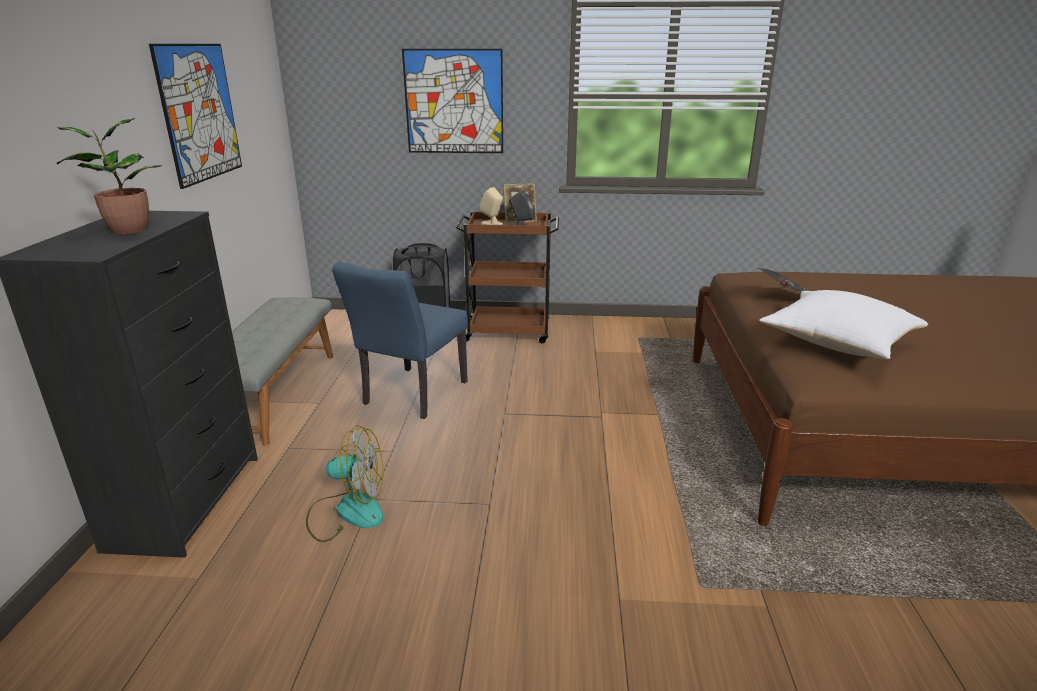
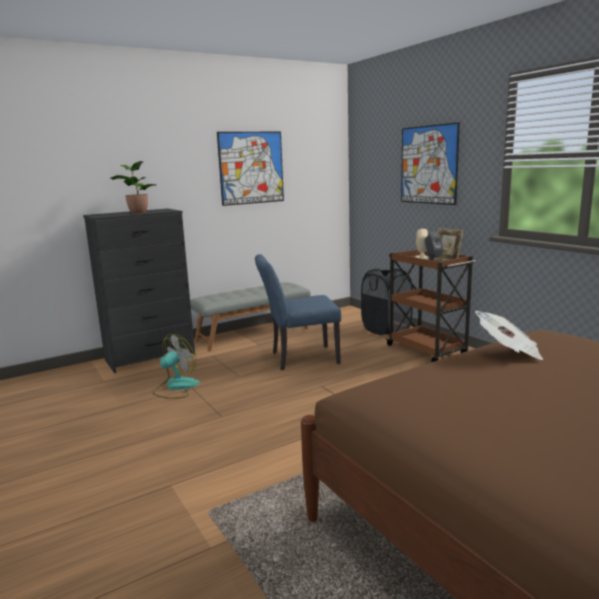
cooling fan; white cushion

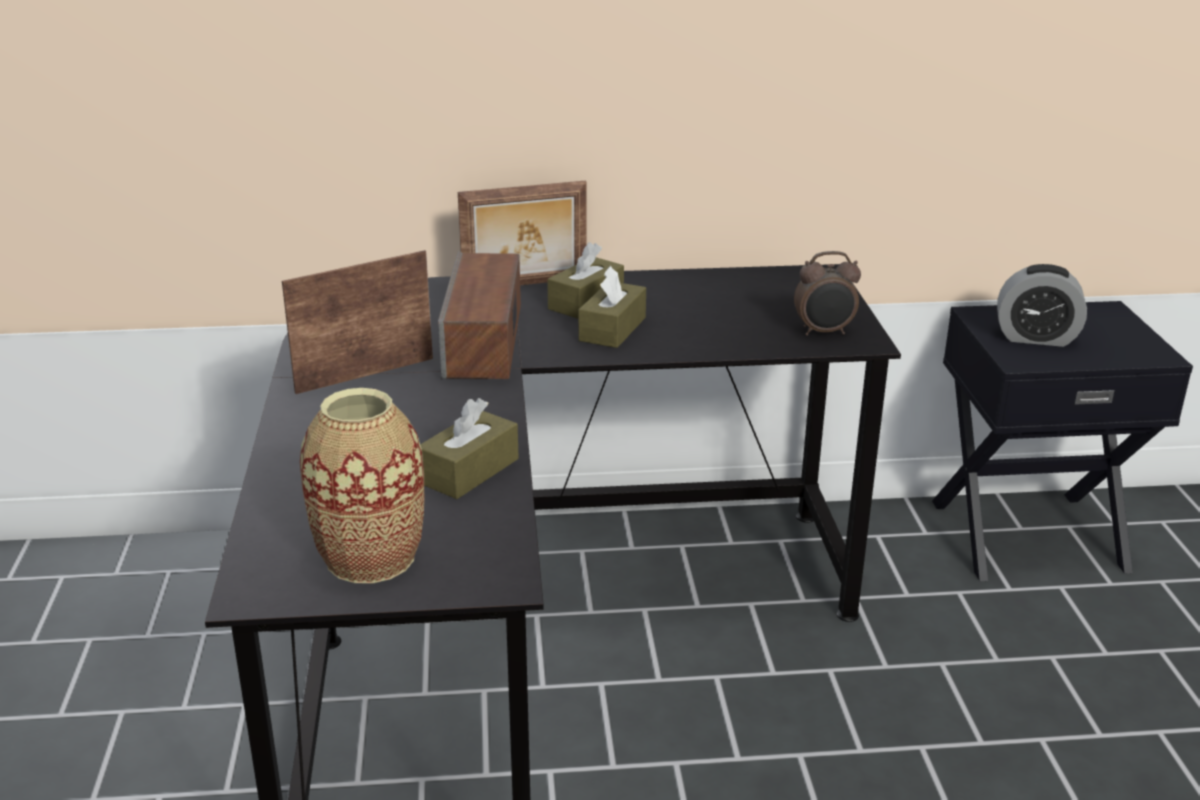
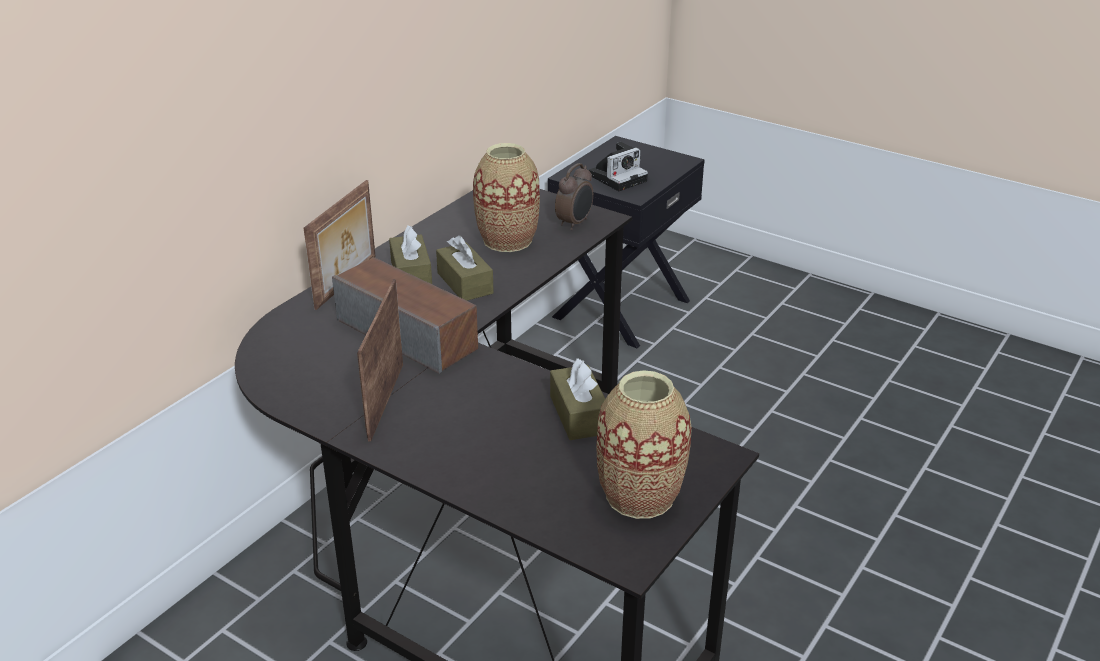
photo camera; flower vase (1st from left)

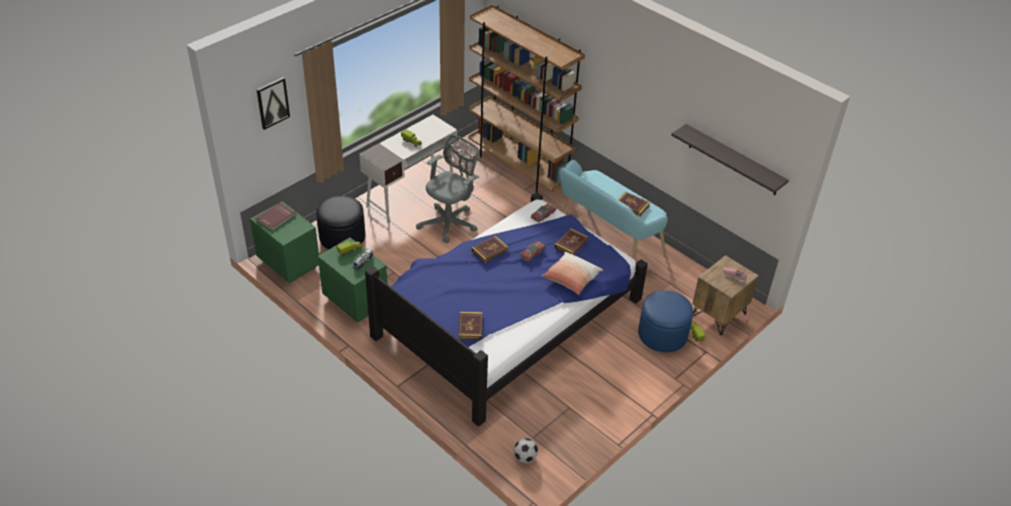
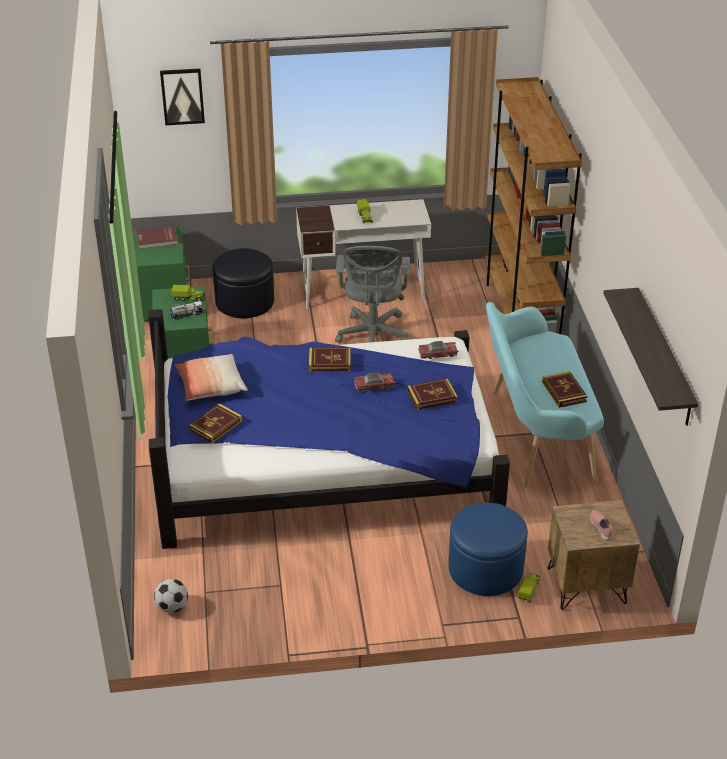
grey computer chair; cushion

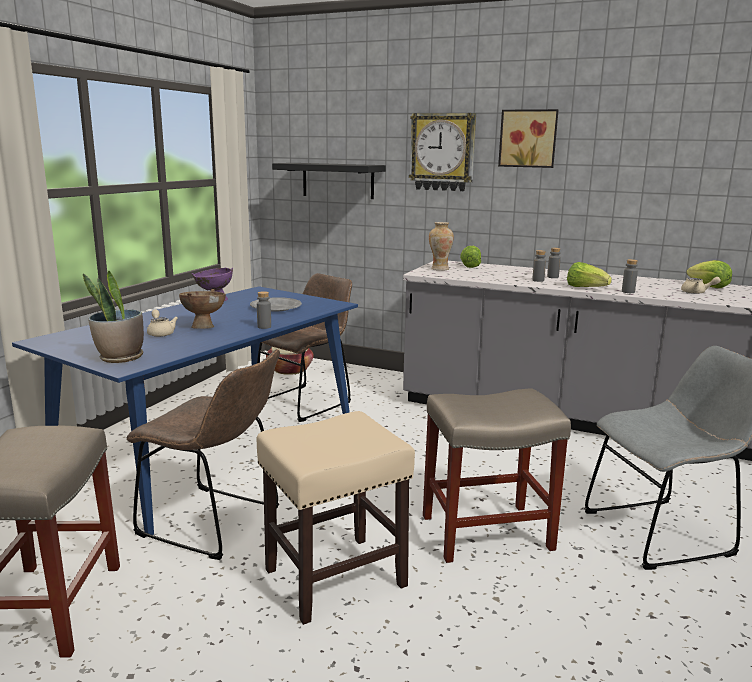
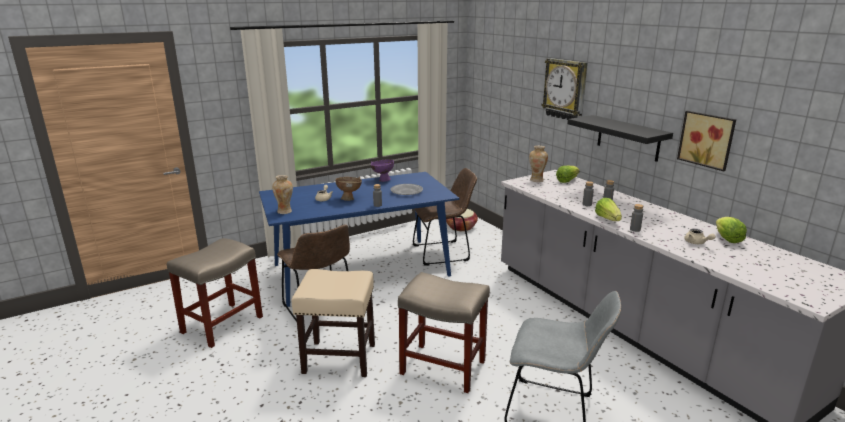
flower vase (1st from left); black bracket shelf; wall picture

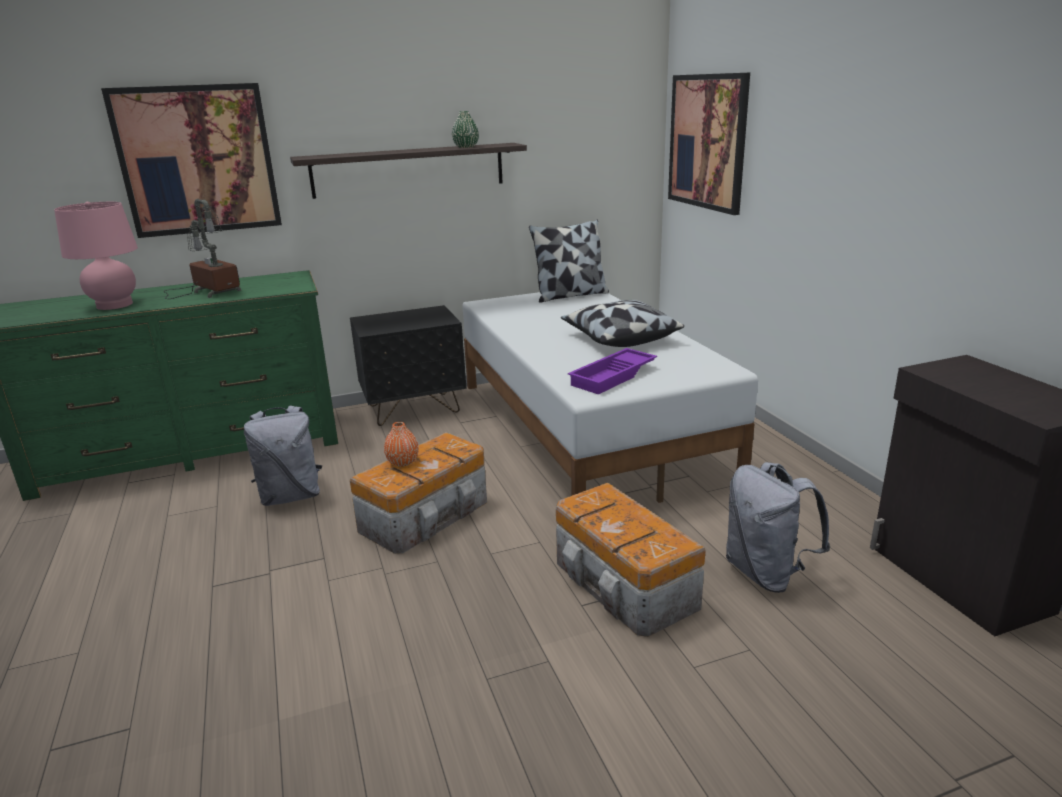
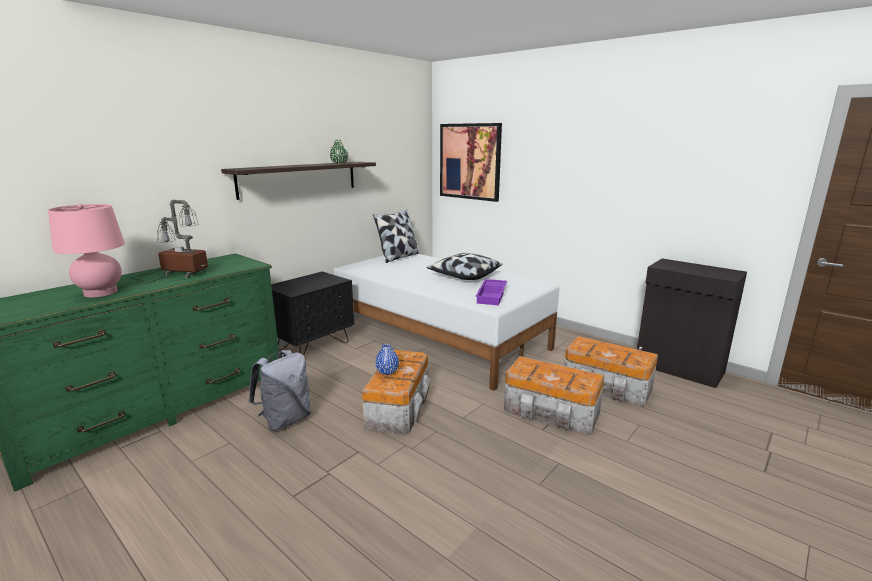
wall picture (1st from left in the first image); blue-coloured flower vase; storage container (3rd from left)

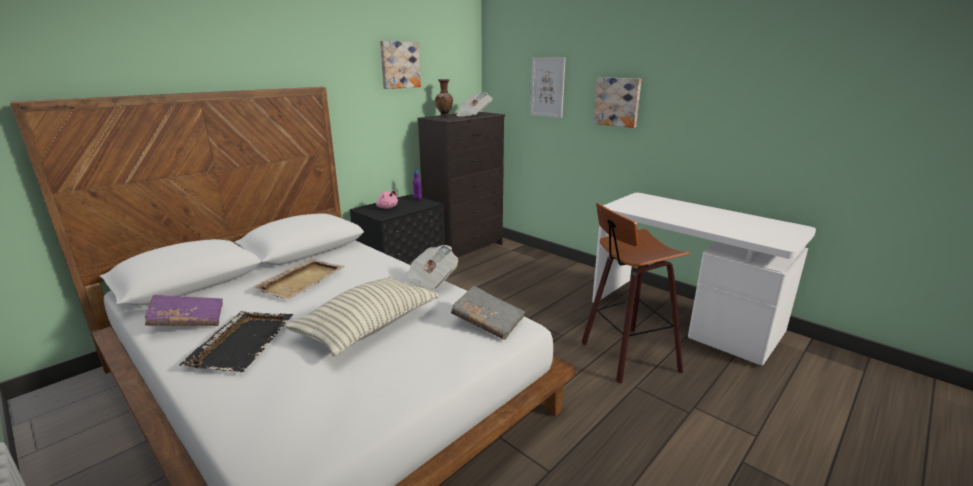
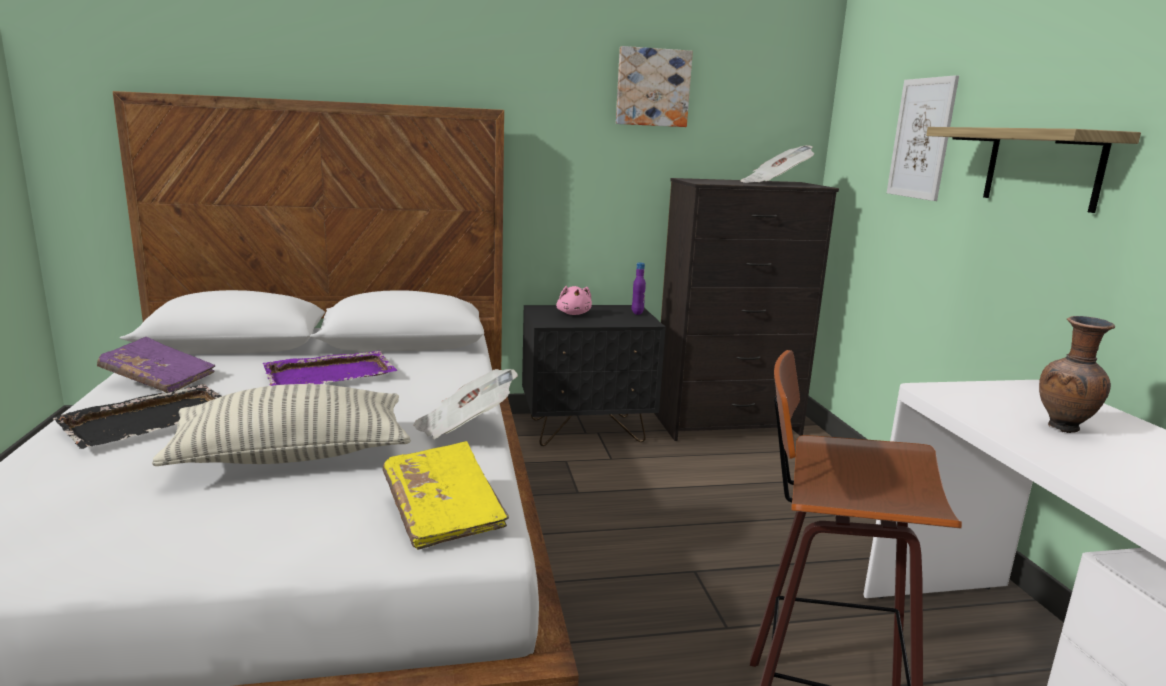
purplish tray; brownish flower vase; yellow volume; bracket shelf

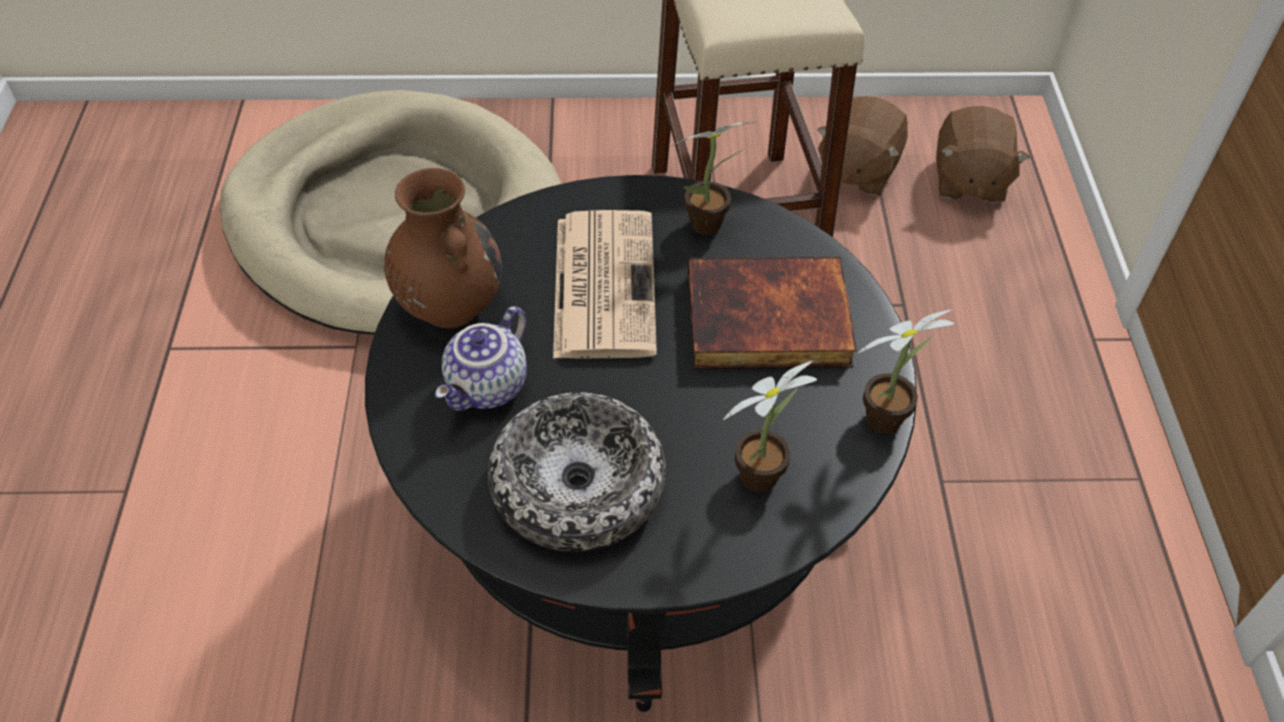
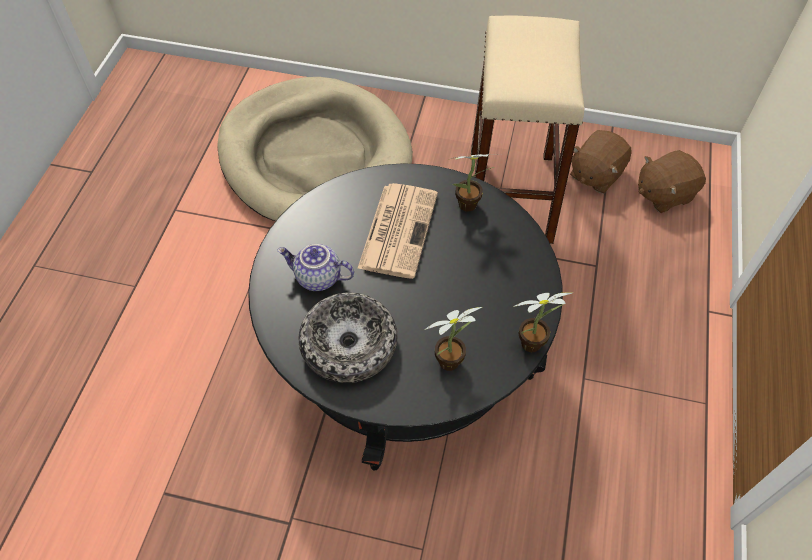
brownish flower vase; teapot; volume; brownish plush toy (2nd from left)

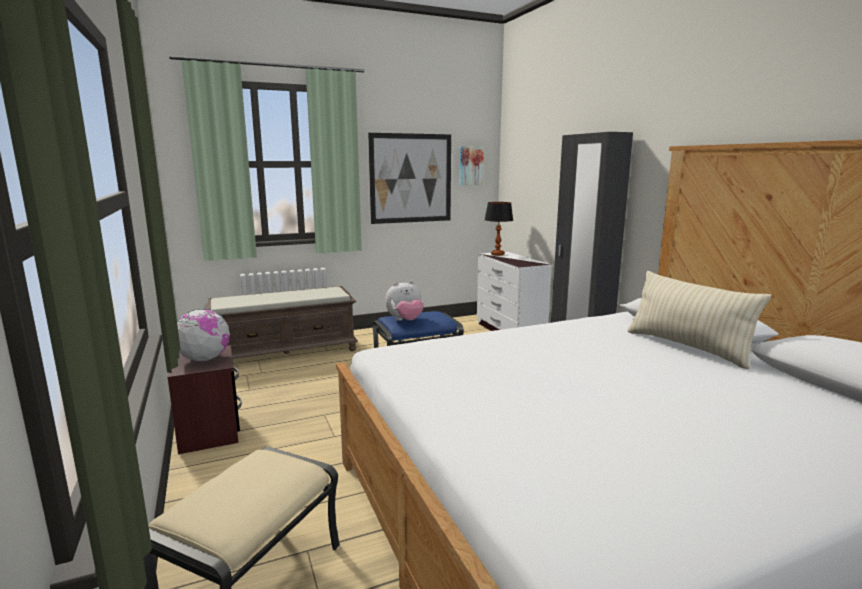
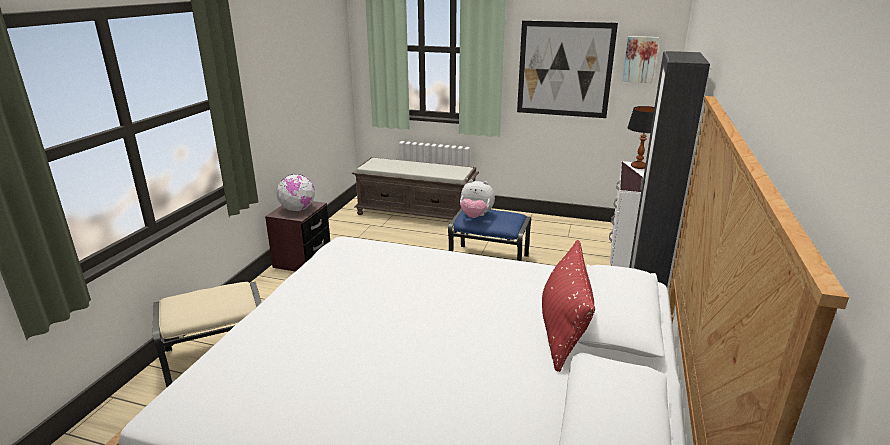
reddish cushion

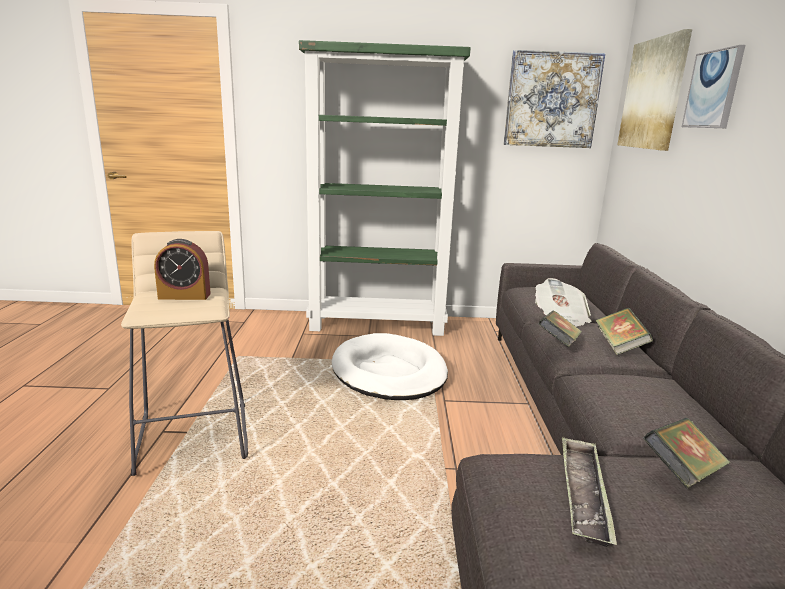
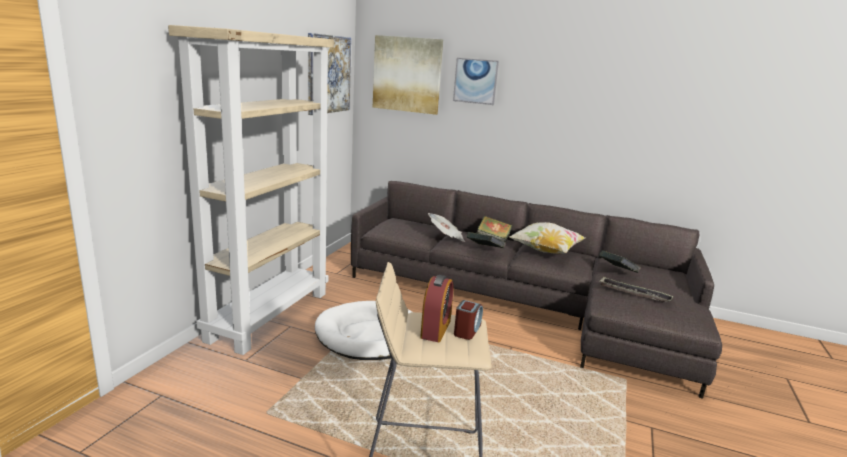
sand-coloured bookshelf; alarm clock (2nd from left); cushion

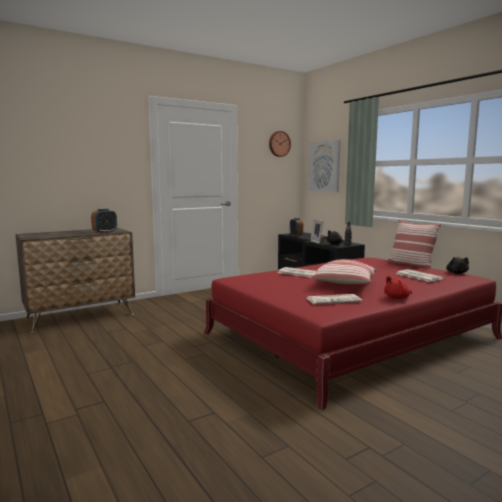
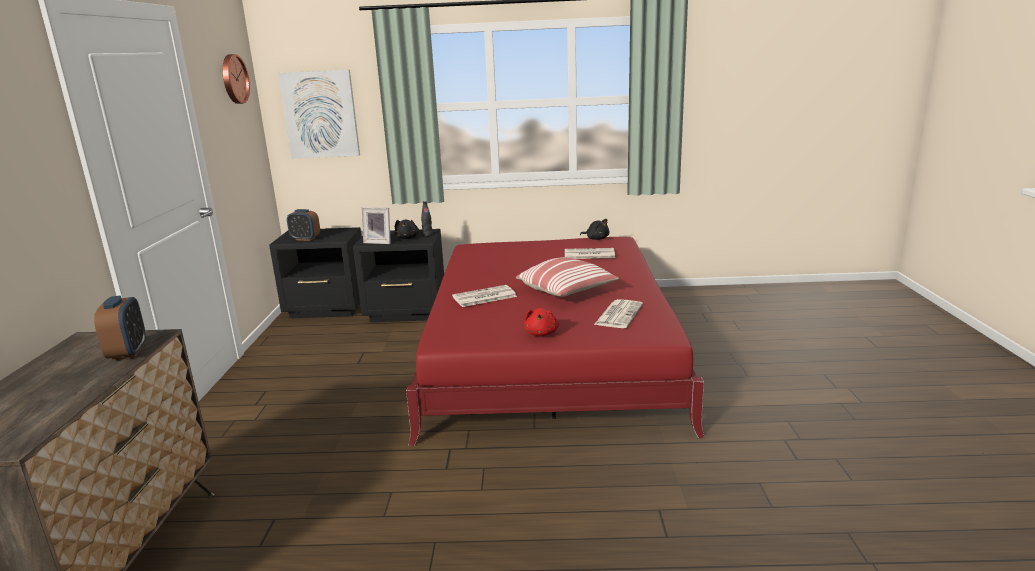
reddish plush toy; cushion (2nd from left in the first image)

